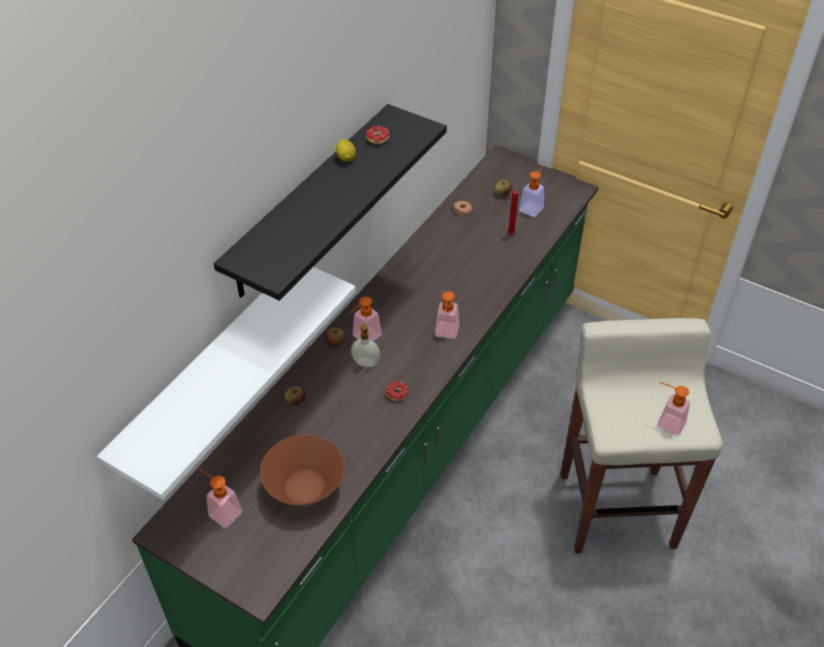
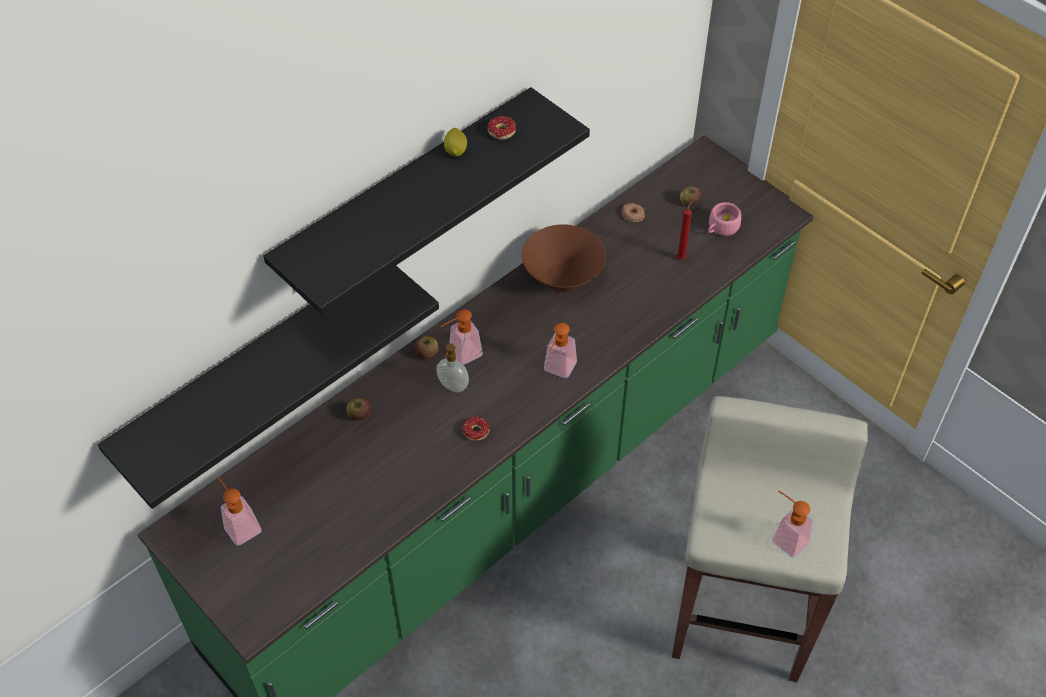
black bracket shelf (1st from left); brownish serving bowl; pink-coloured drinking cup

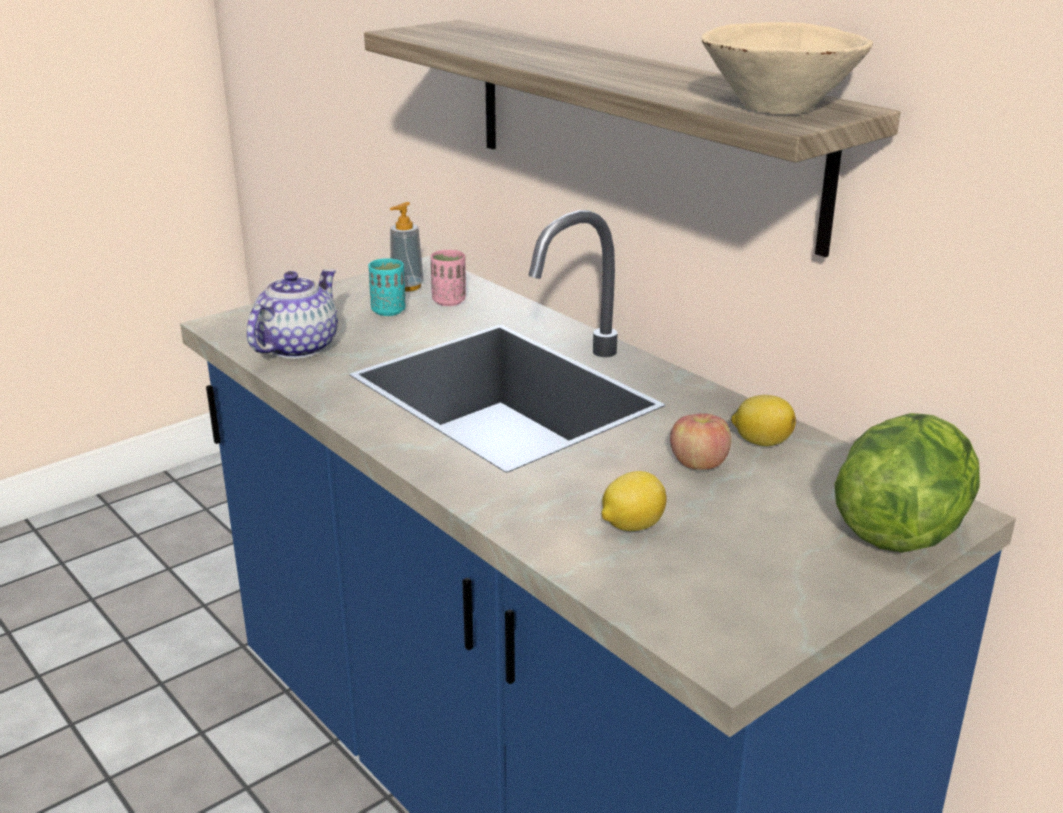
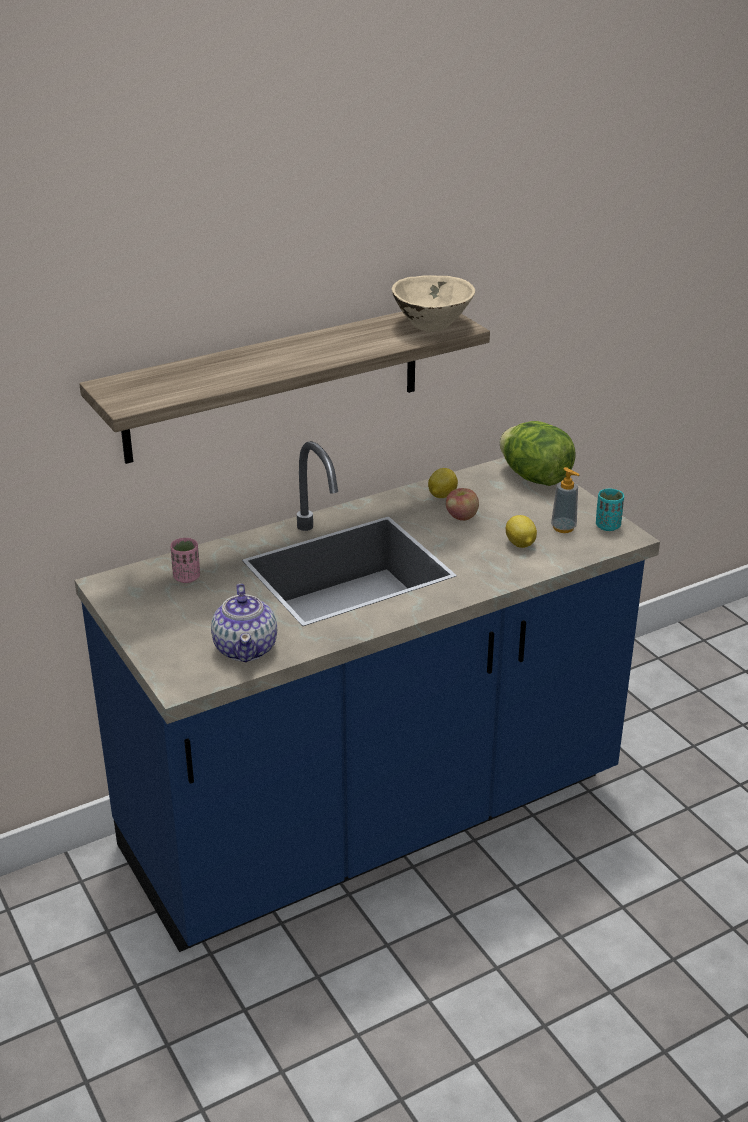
teapot; turquoise-coloured drinking cup; soap bottle

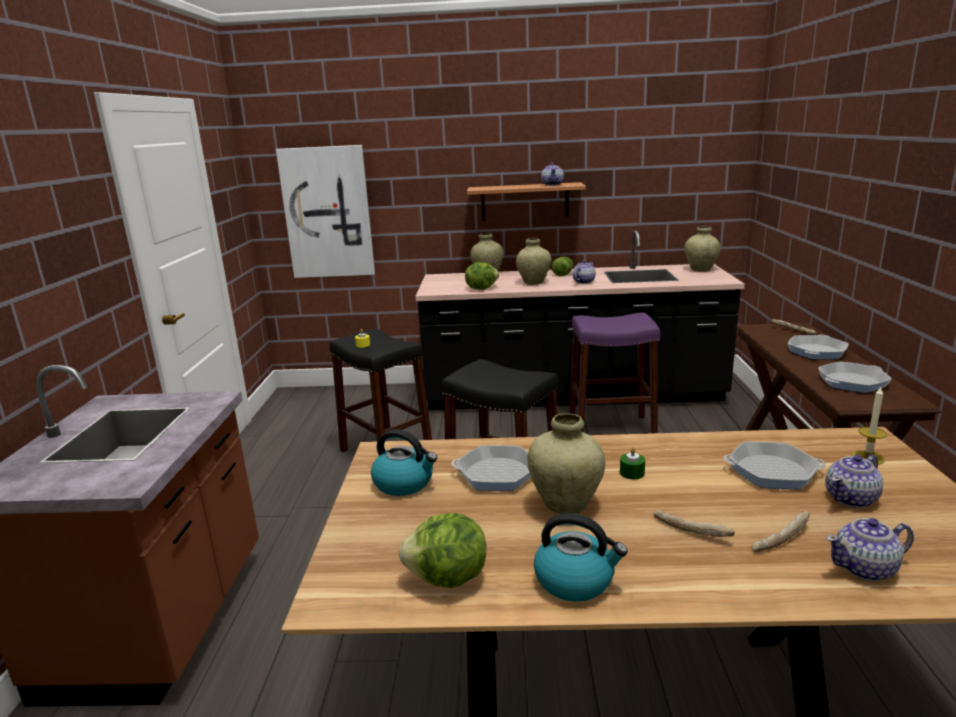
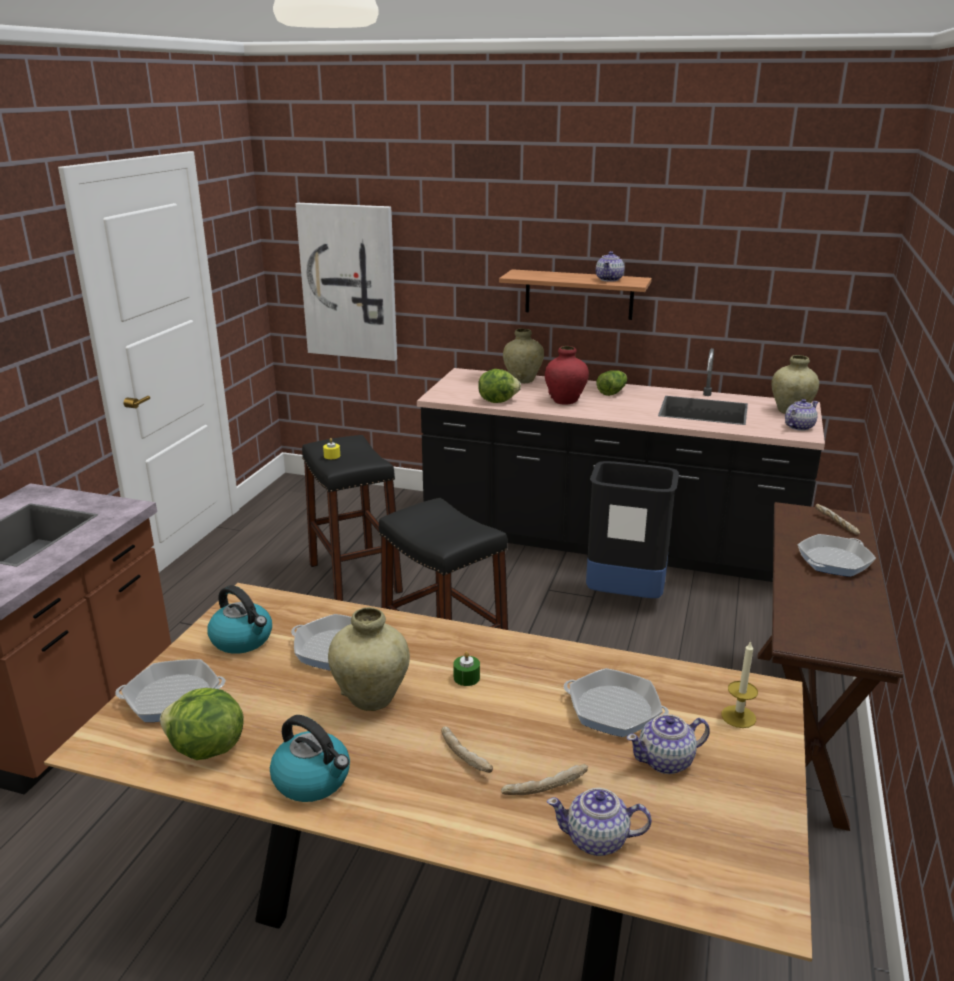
reddish flower vase; black rubbish bin; teapot (4th from left); frying pan (1st from left)

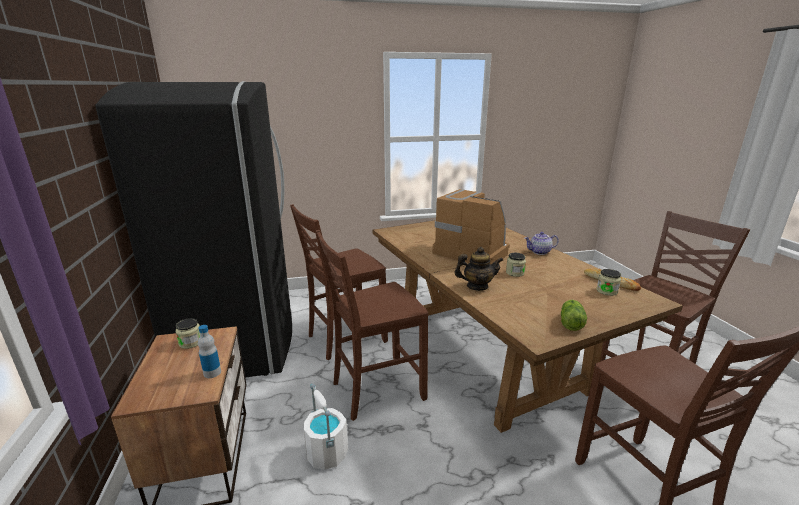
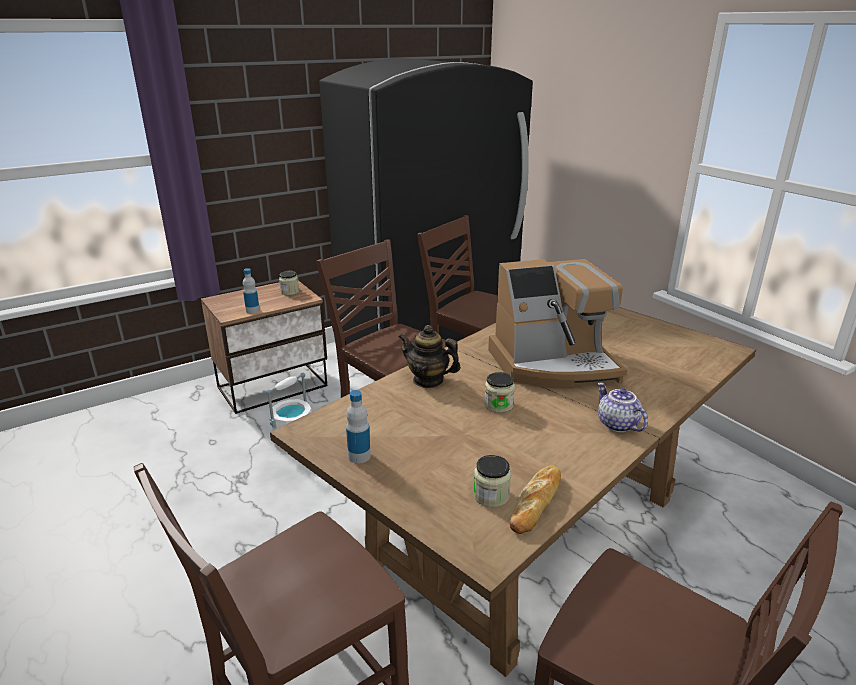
coffee brewer; teapot (1st from left); drink bottle (2nd from left)

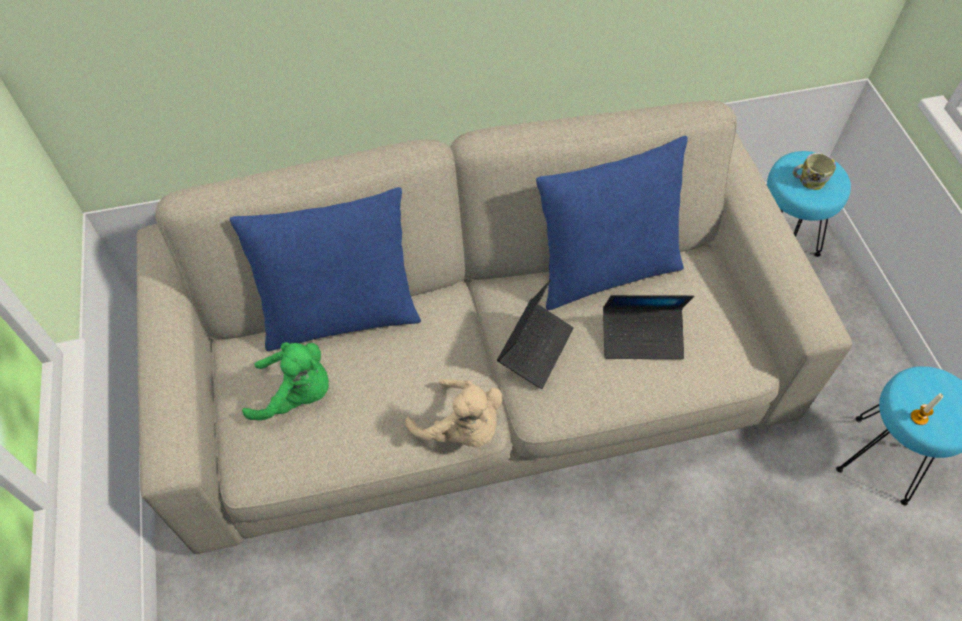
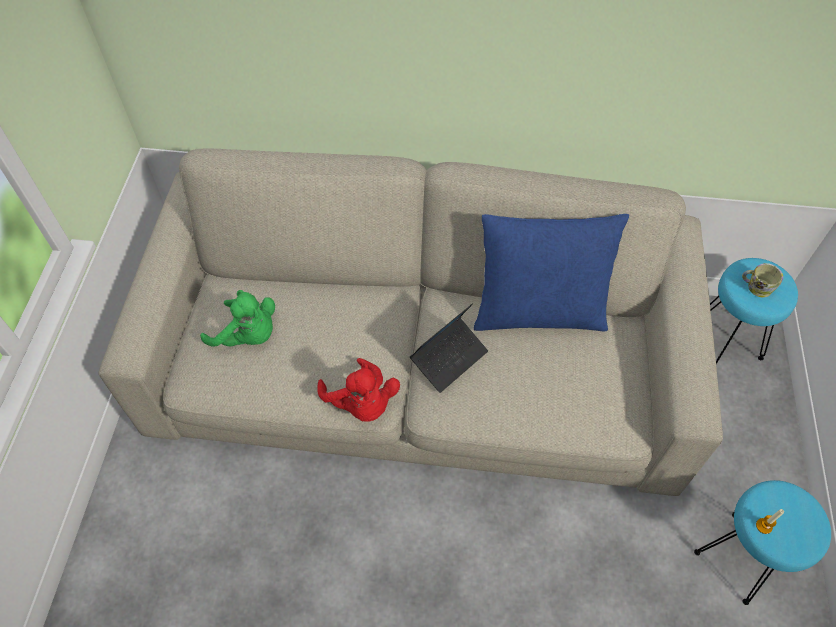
blue-coloured cushion (1st from left in the first image); reddish plush toy; laptop (2nd from left in the first image)

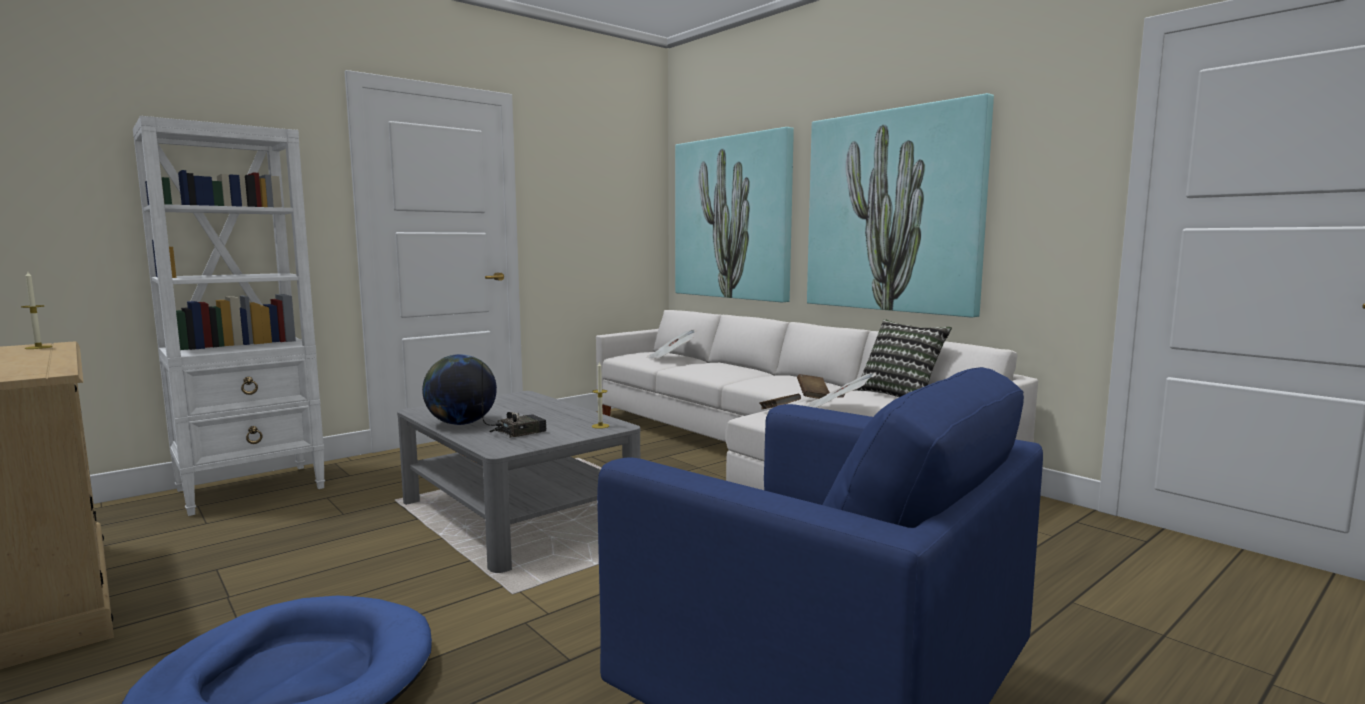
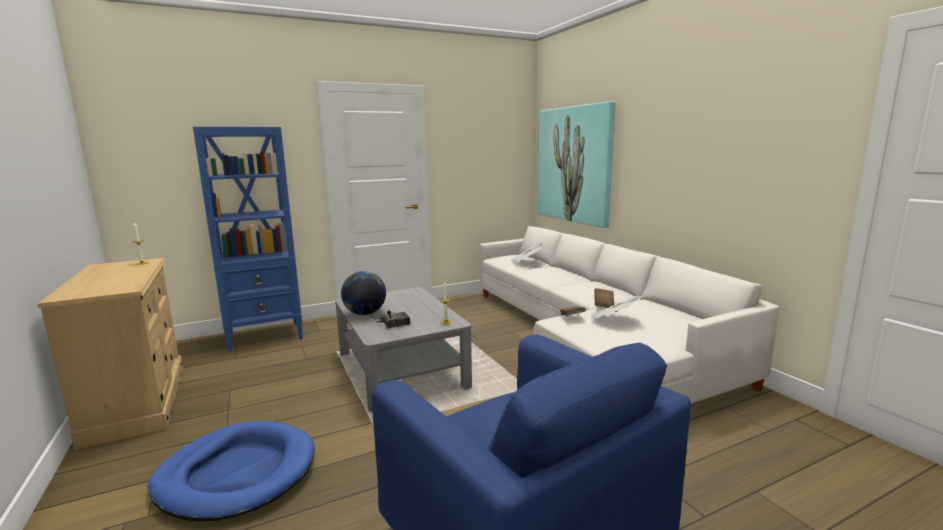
blue-coloured bookshelf; wall picture (2nd from left in the first image); cushion

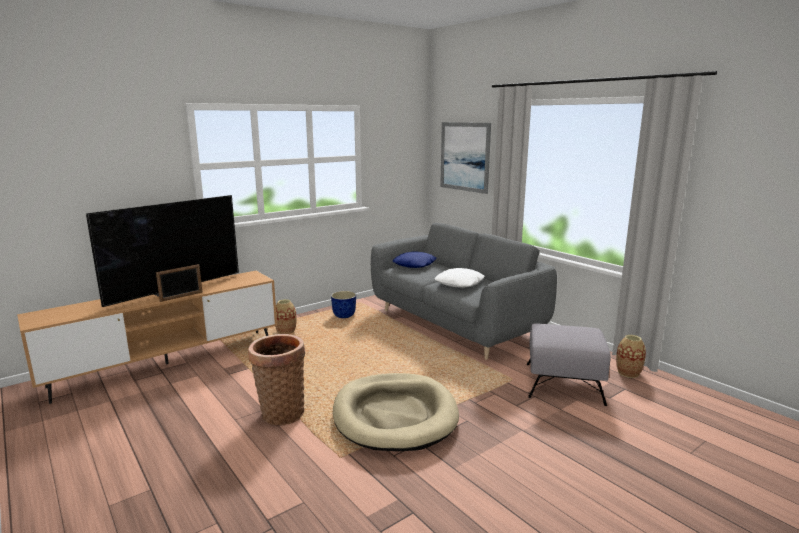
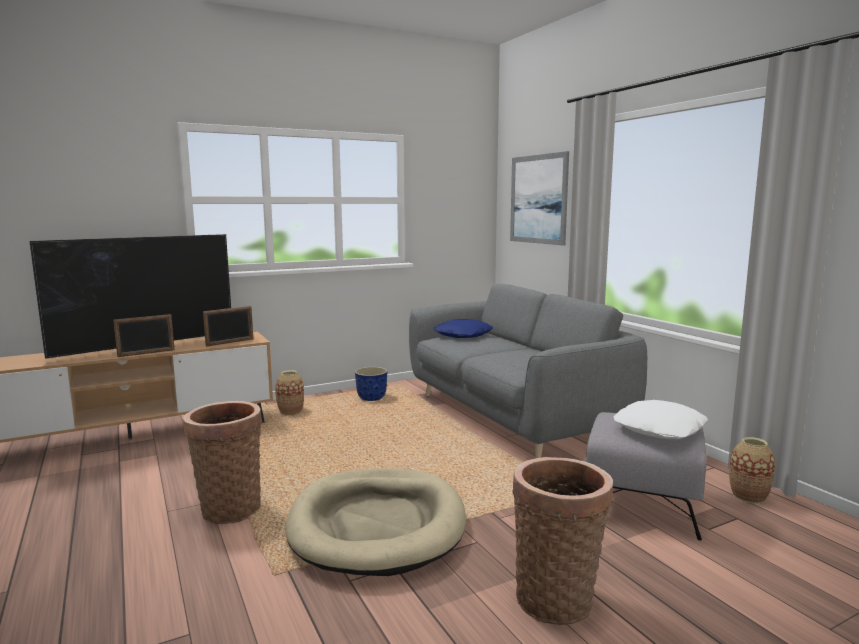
white cushion; photo frame (2nd from left); storage basket (2nd from left)

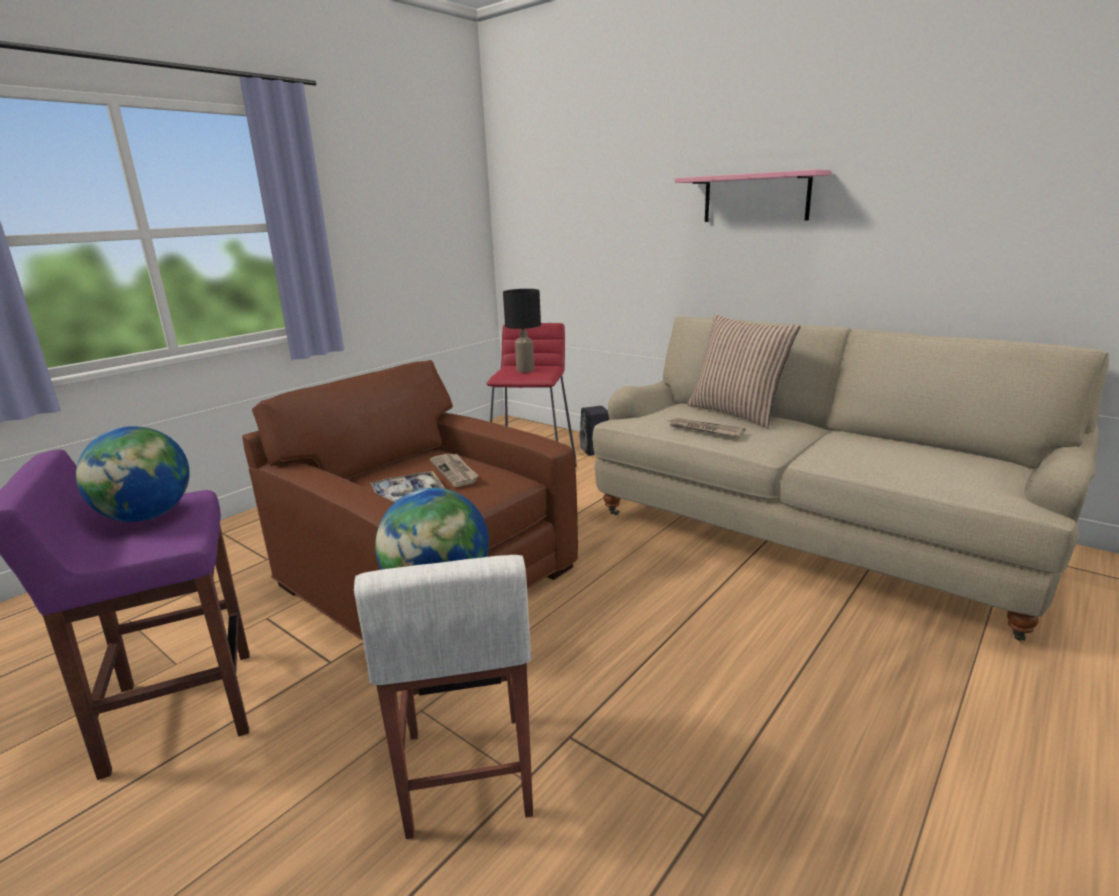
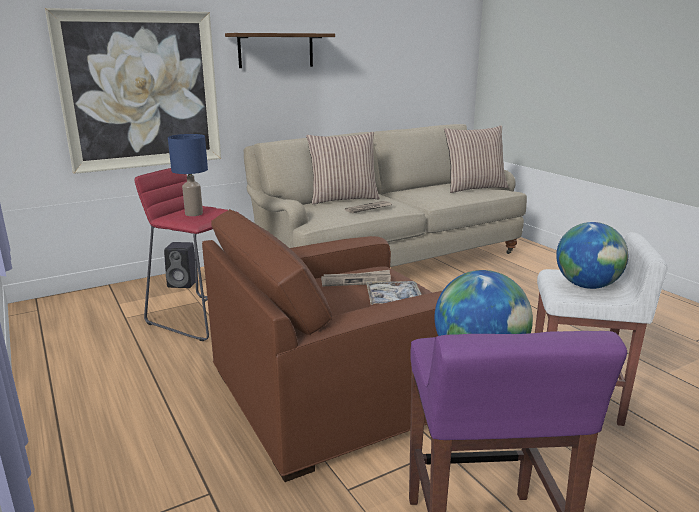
blue-coloured table lamp; brownish bracket shelf; wall picture; cushion (2nd from left)

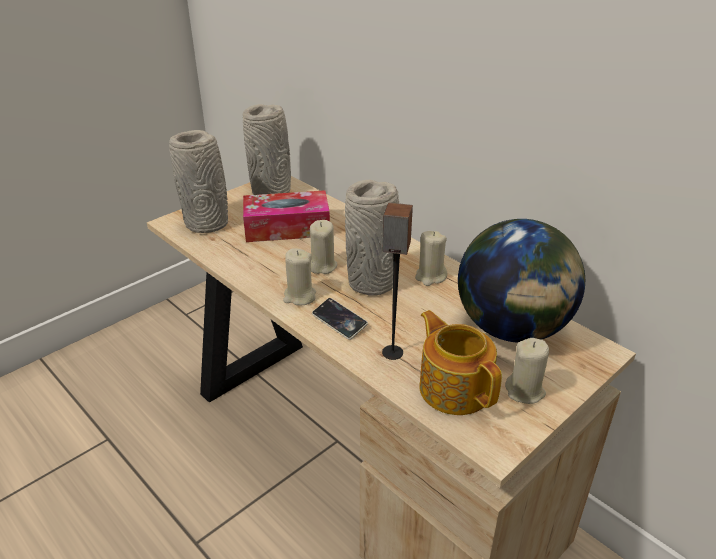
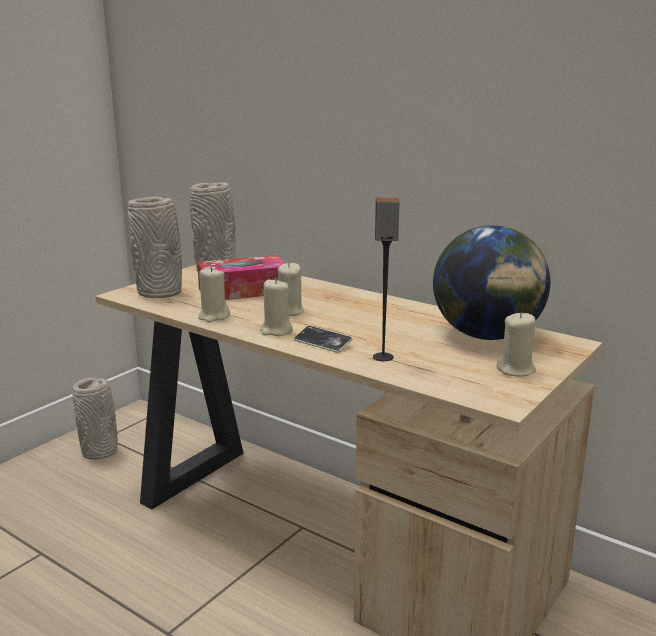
grey flower vase (1st from left); sand-coloured wax candle (1st from left); teapot

